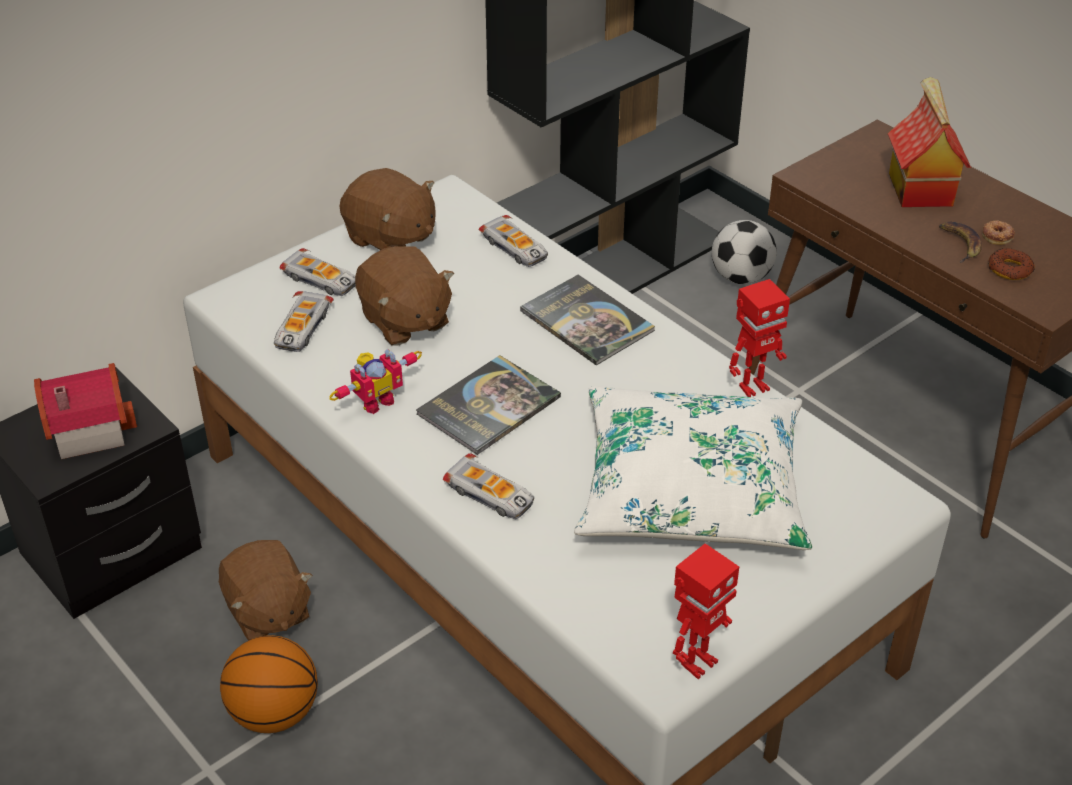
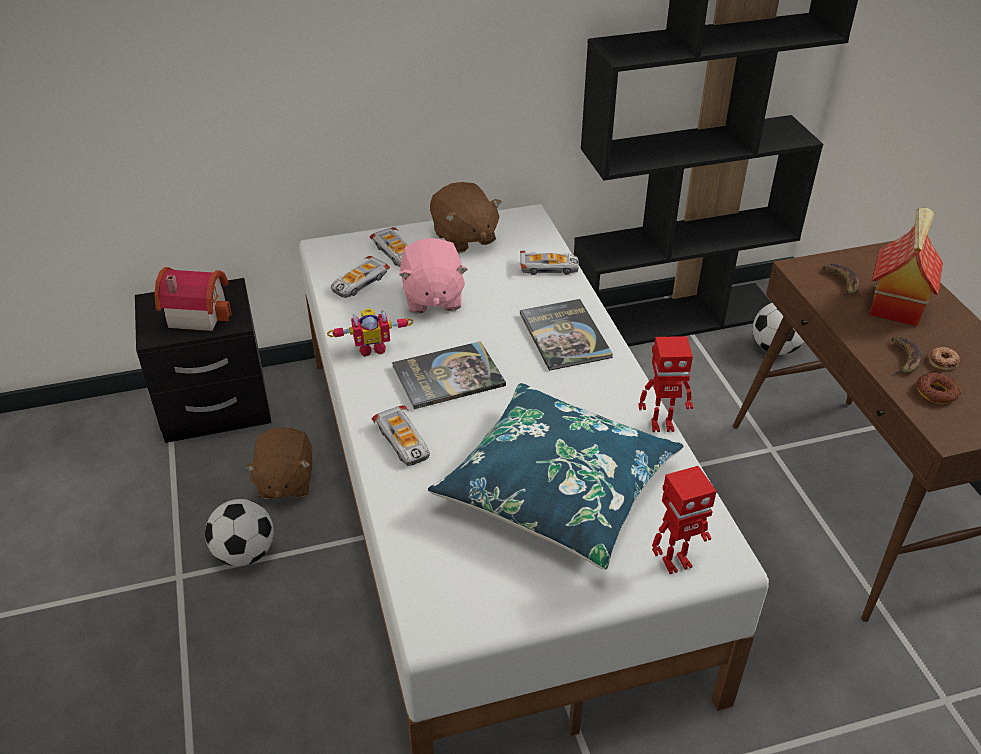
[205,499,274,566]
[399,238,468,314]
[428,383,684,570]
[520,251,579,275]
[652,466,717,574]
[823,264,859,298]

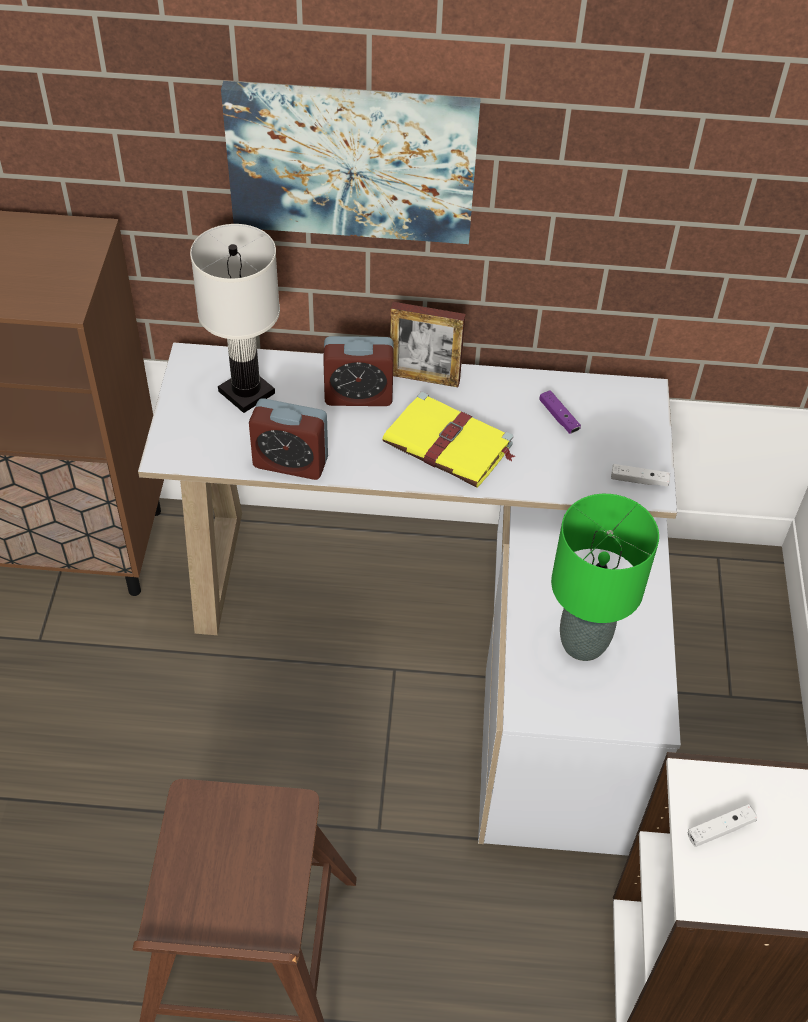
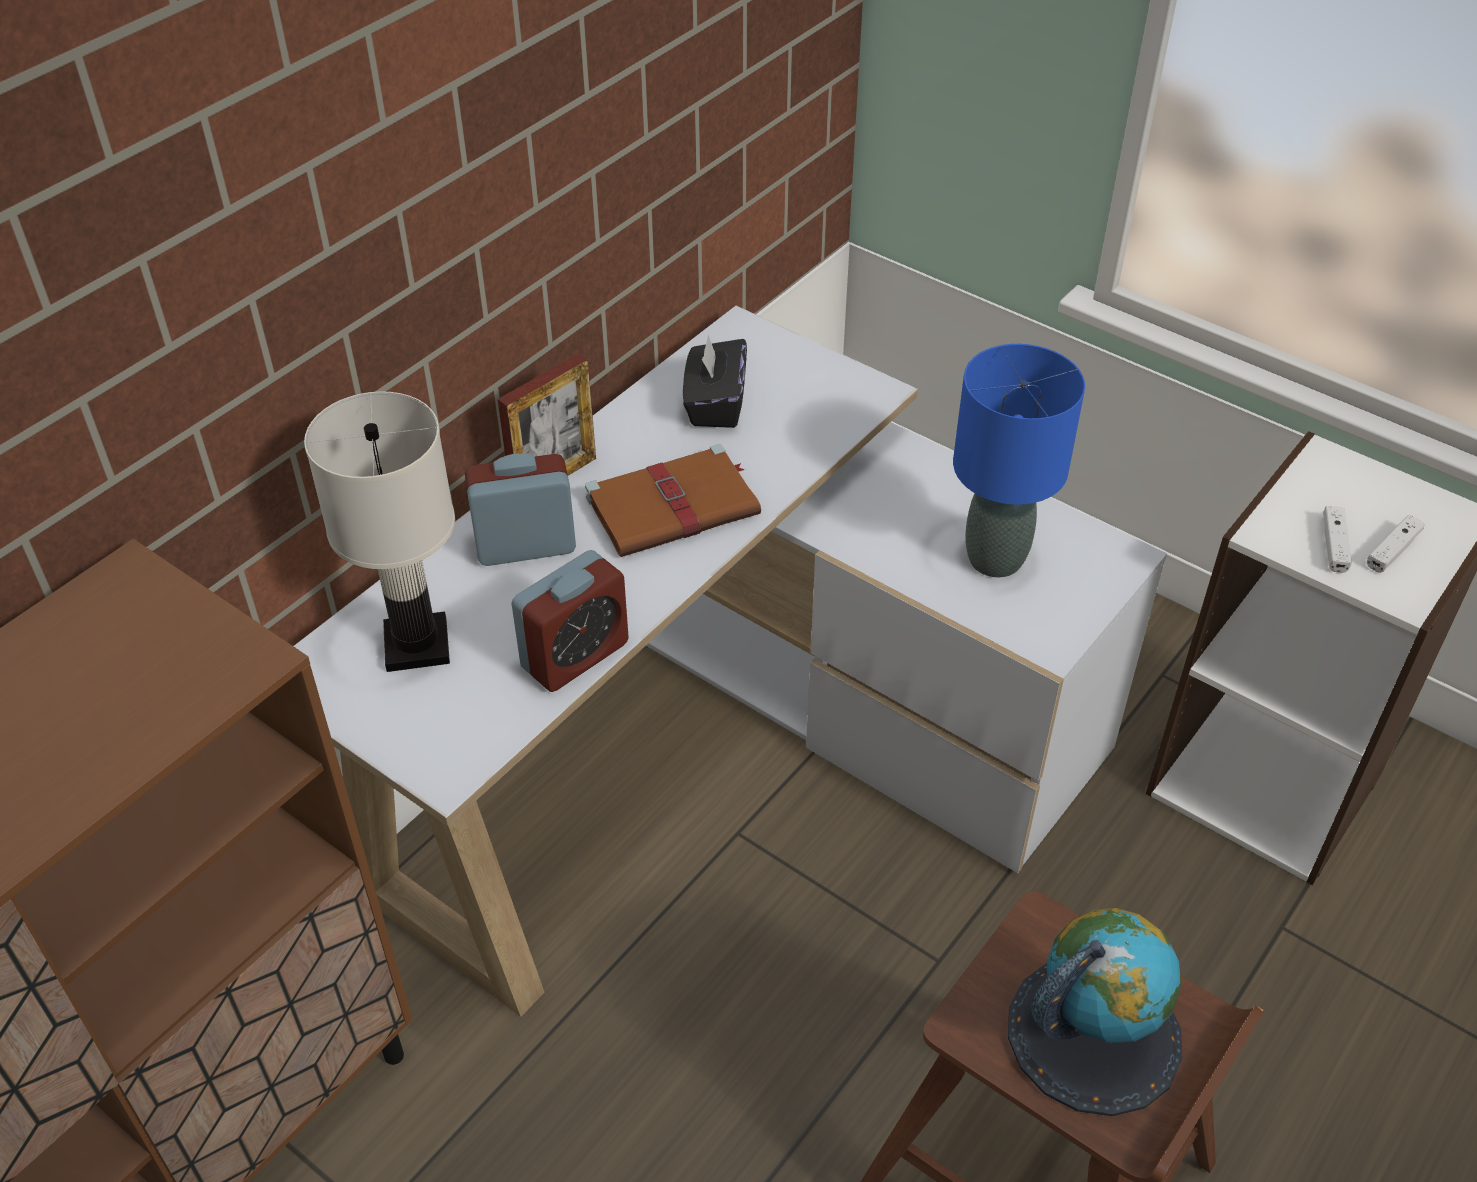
[465,454,576,566]
[585,444,761,557]
[683,335,747,428]
[953,344,1085,577]
[1008,908,1183,1116]
[1366,515,1425,573]
[221,81,481,244] (first image)

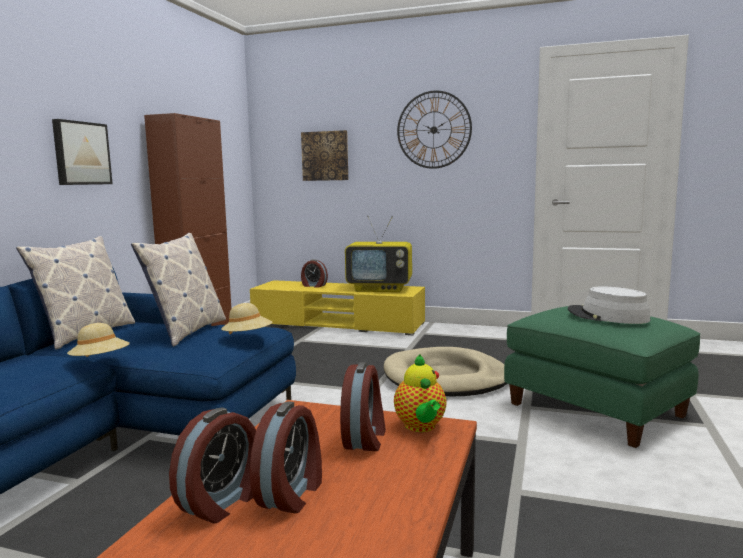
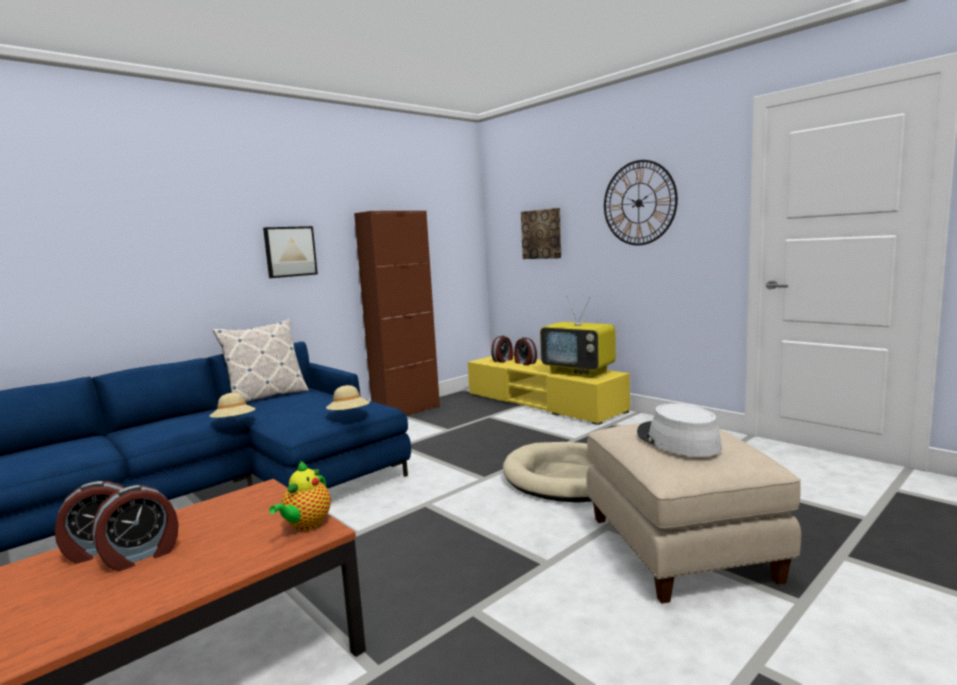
[491,335,513,363]
[586,423,801,603]
[131,233,226,347] (first image)

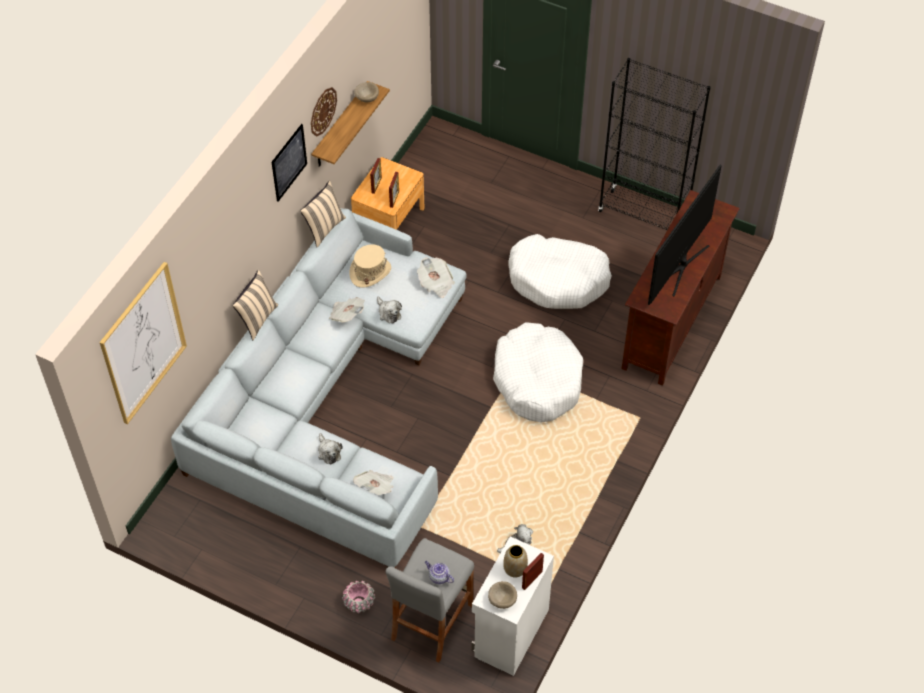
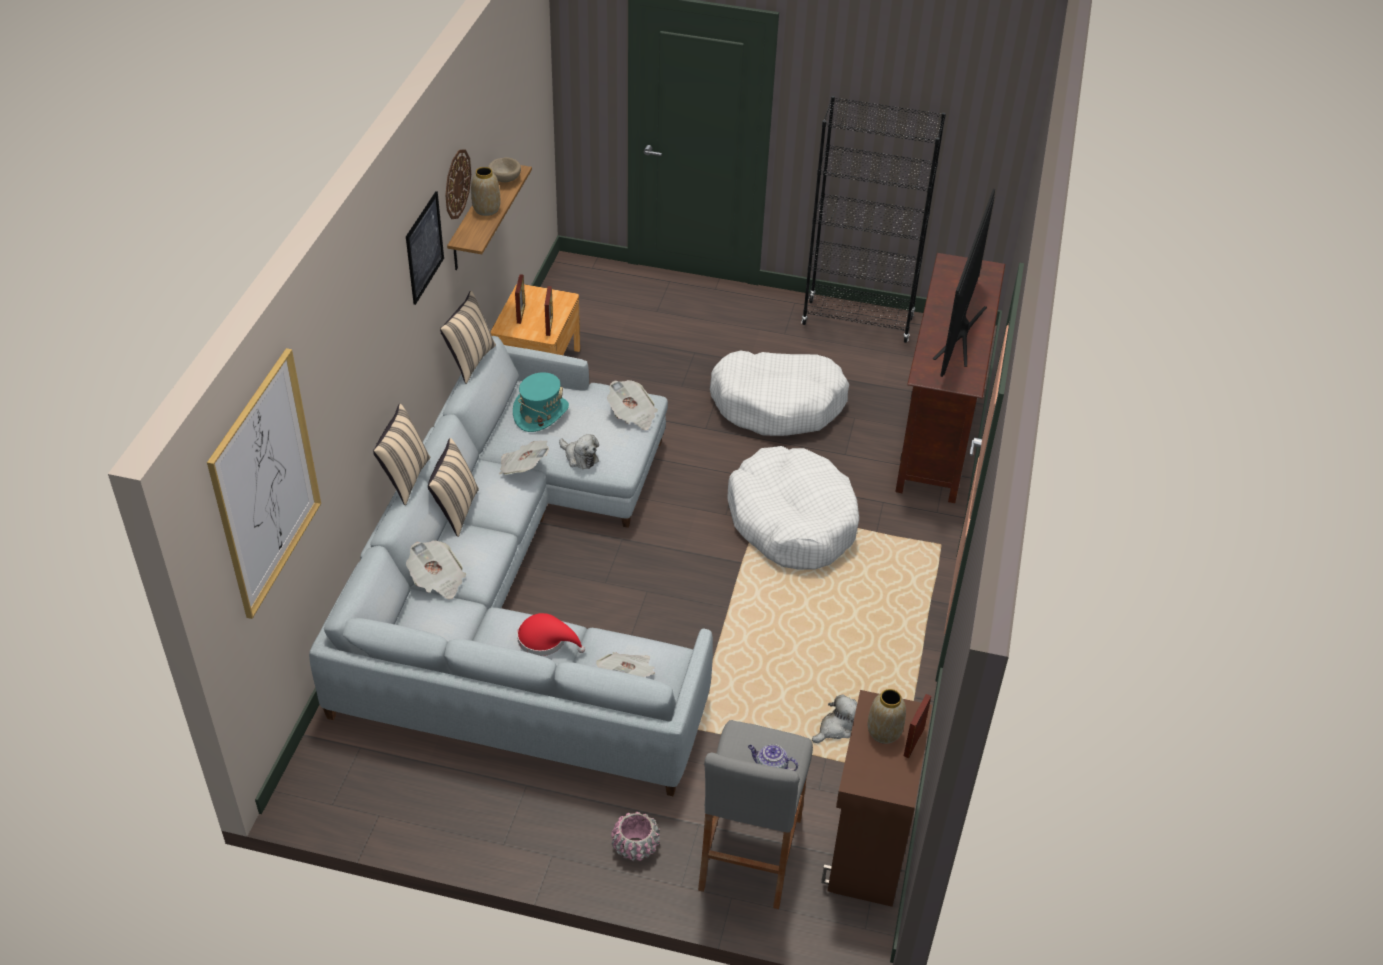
[406,541,466,599]
[428,438,479,537]
[471,167,500,216]
[513,372,569,432]
[517,613,585,656]
[821,690,932,907]
[488,581,517,609] (first image)

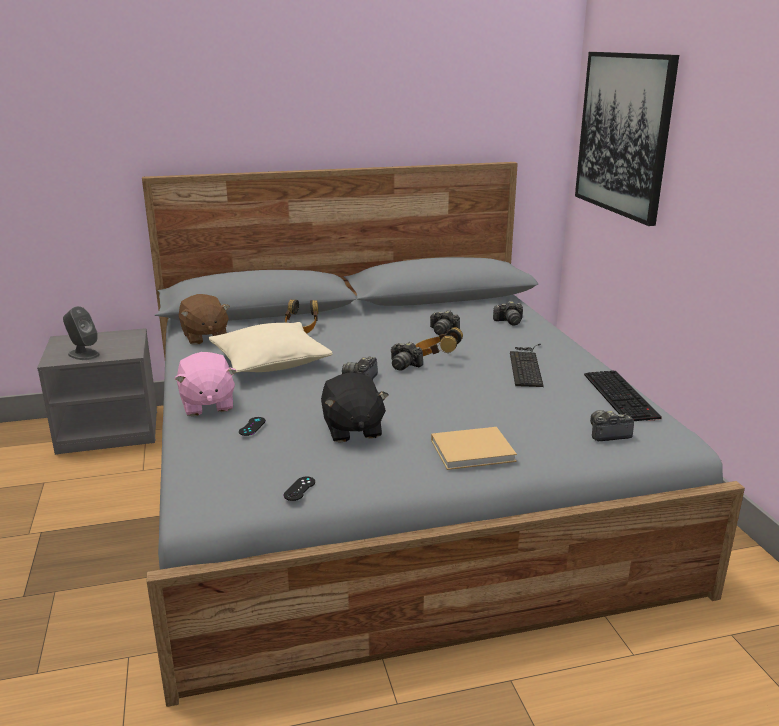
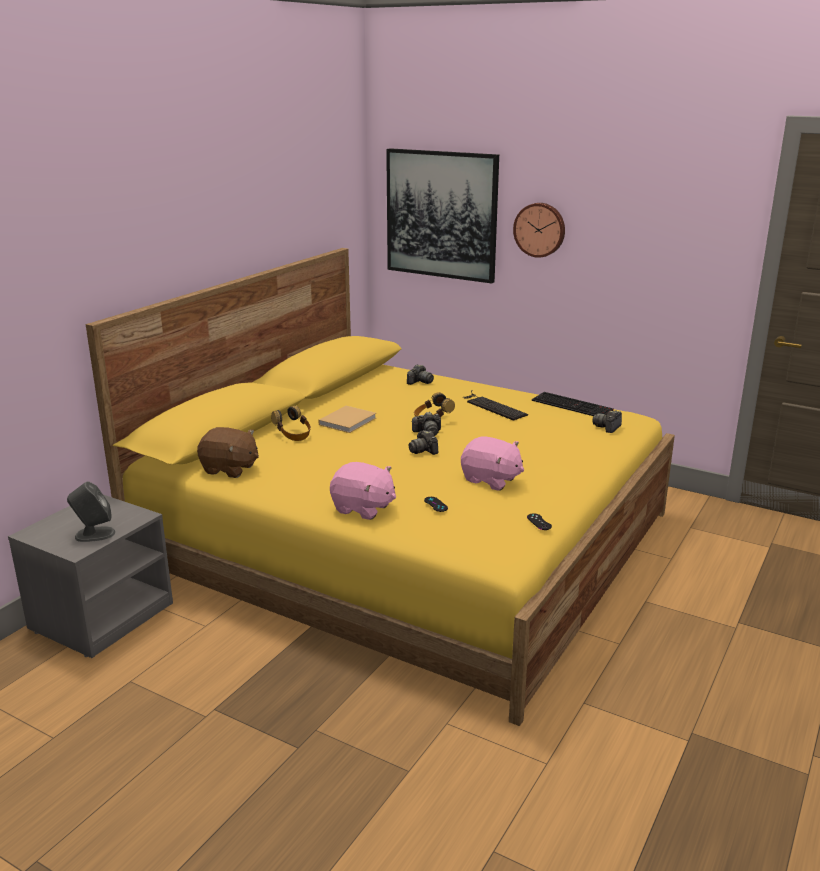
[86,248,675,726]
[319,406,376,433]
[461,436,524,491]
[513,203,565,258]
[208,322,333,373] (first image)
[430,310,460,335] (first image)

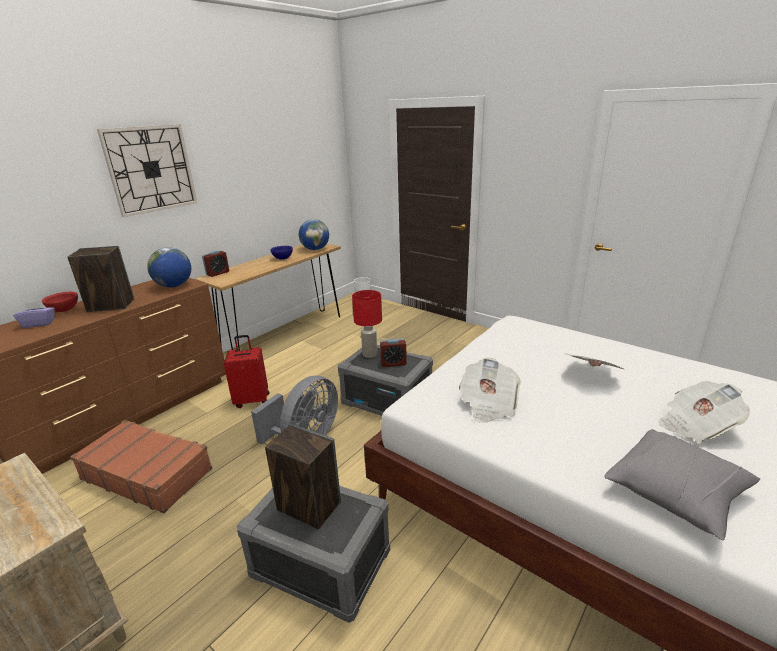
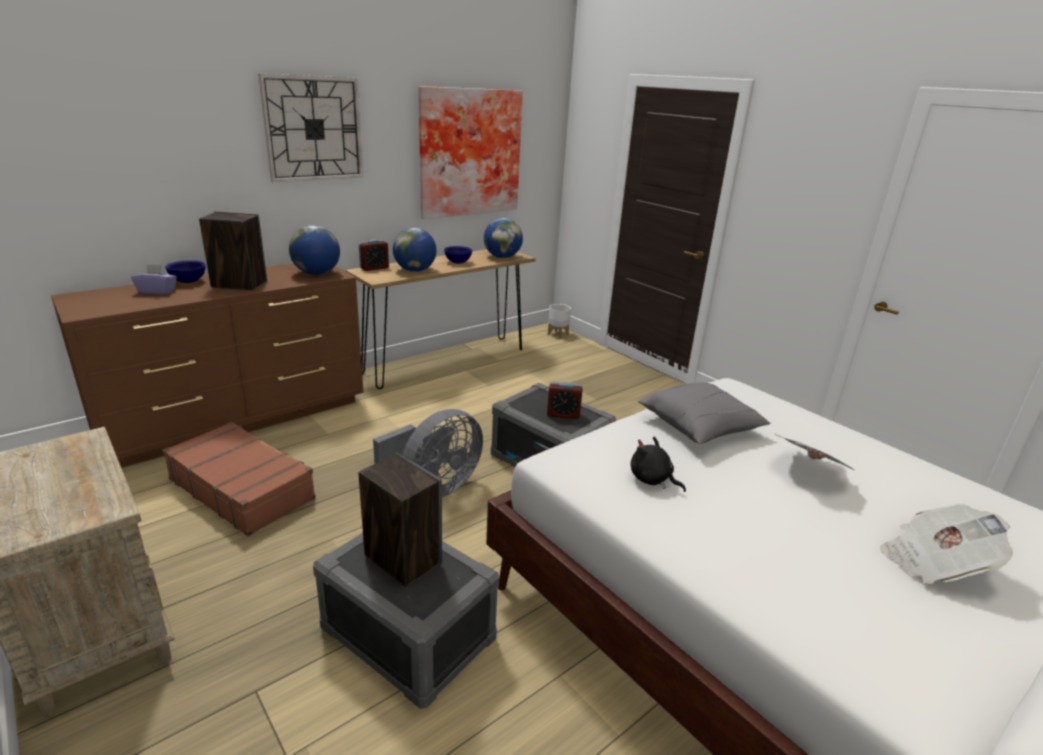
[165,260,206,283]
[393,228,436,272]
[419,86,523,219]
[631,437,686,492]
[638,382,770,443]
[224,335,269,408] (first image)
[352,290,382,358] (first image)

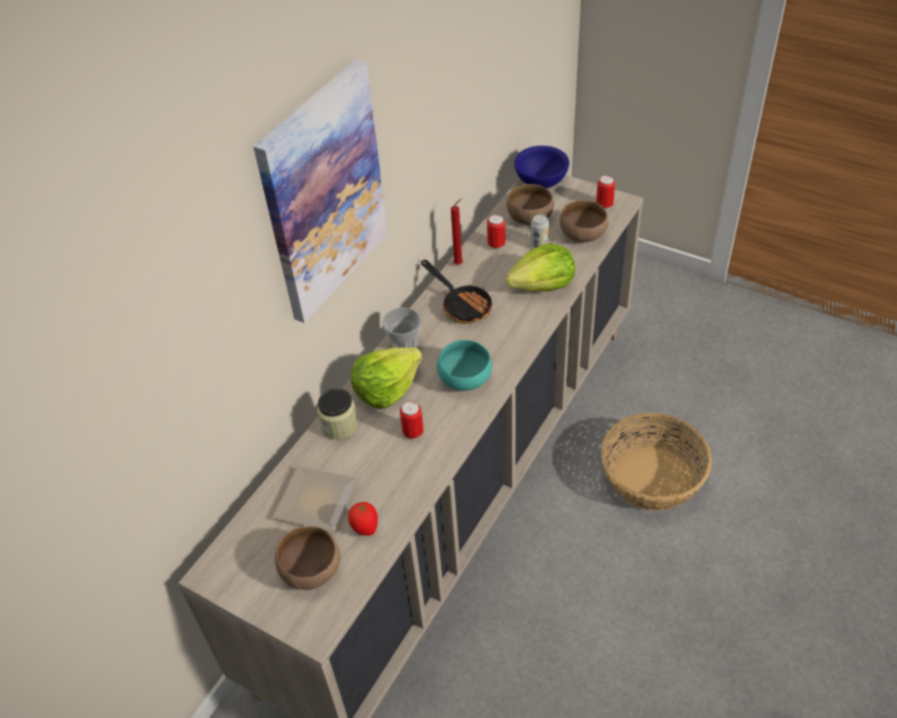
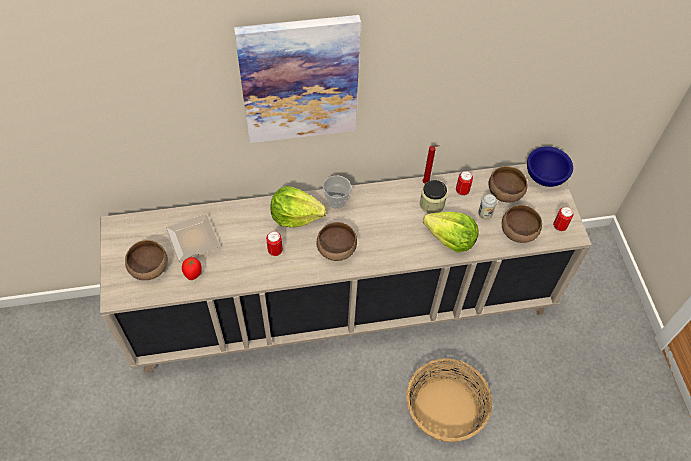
[316,222,357,261]
[420,180,447,214]
[421,260,493,324] (first image)

